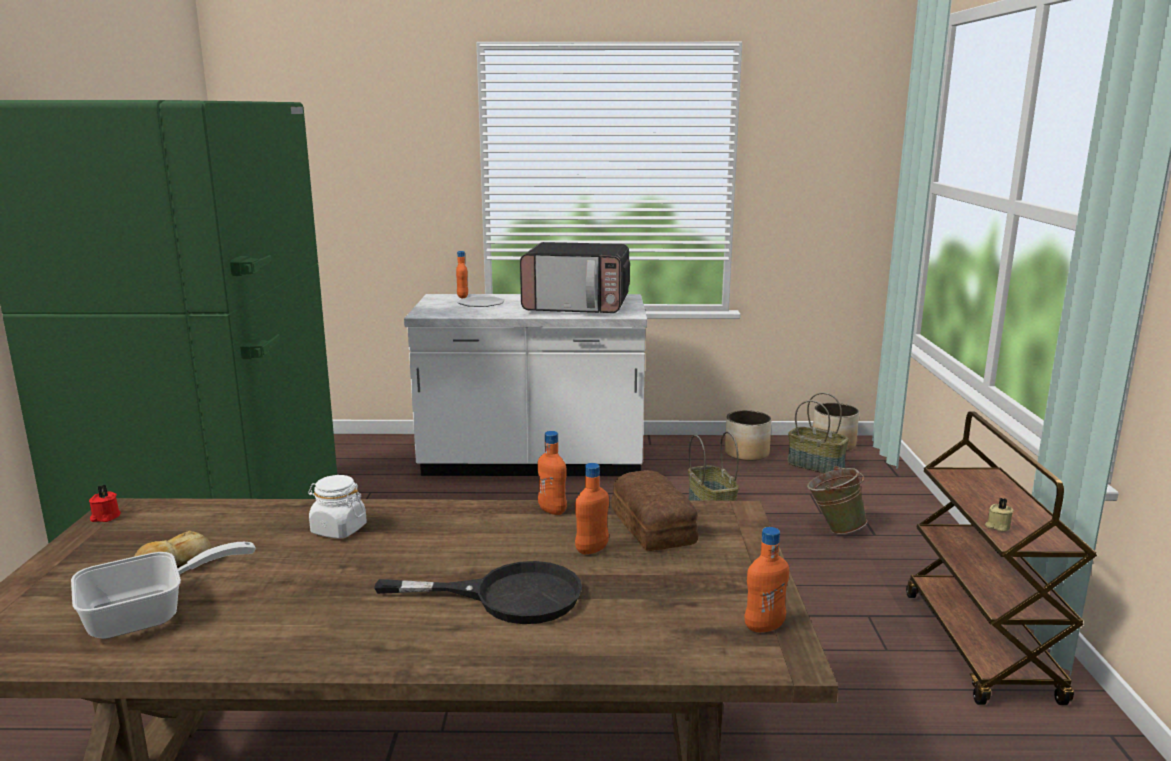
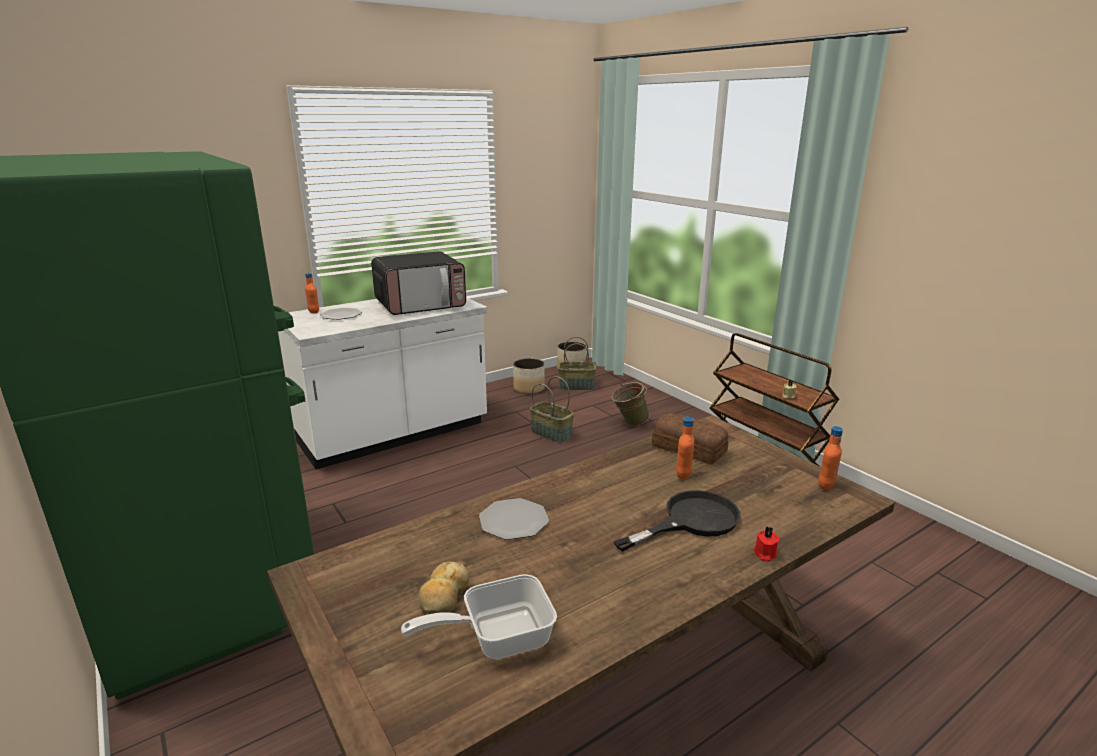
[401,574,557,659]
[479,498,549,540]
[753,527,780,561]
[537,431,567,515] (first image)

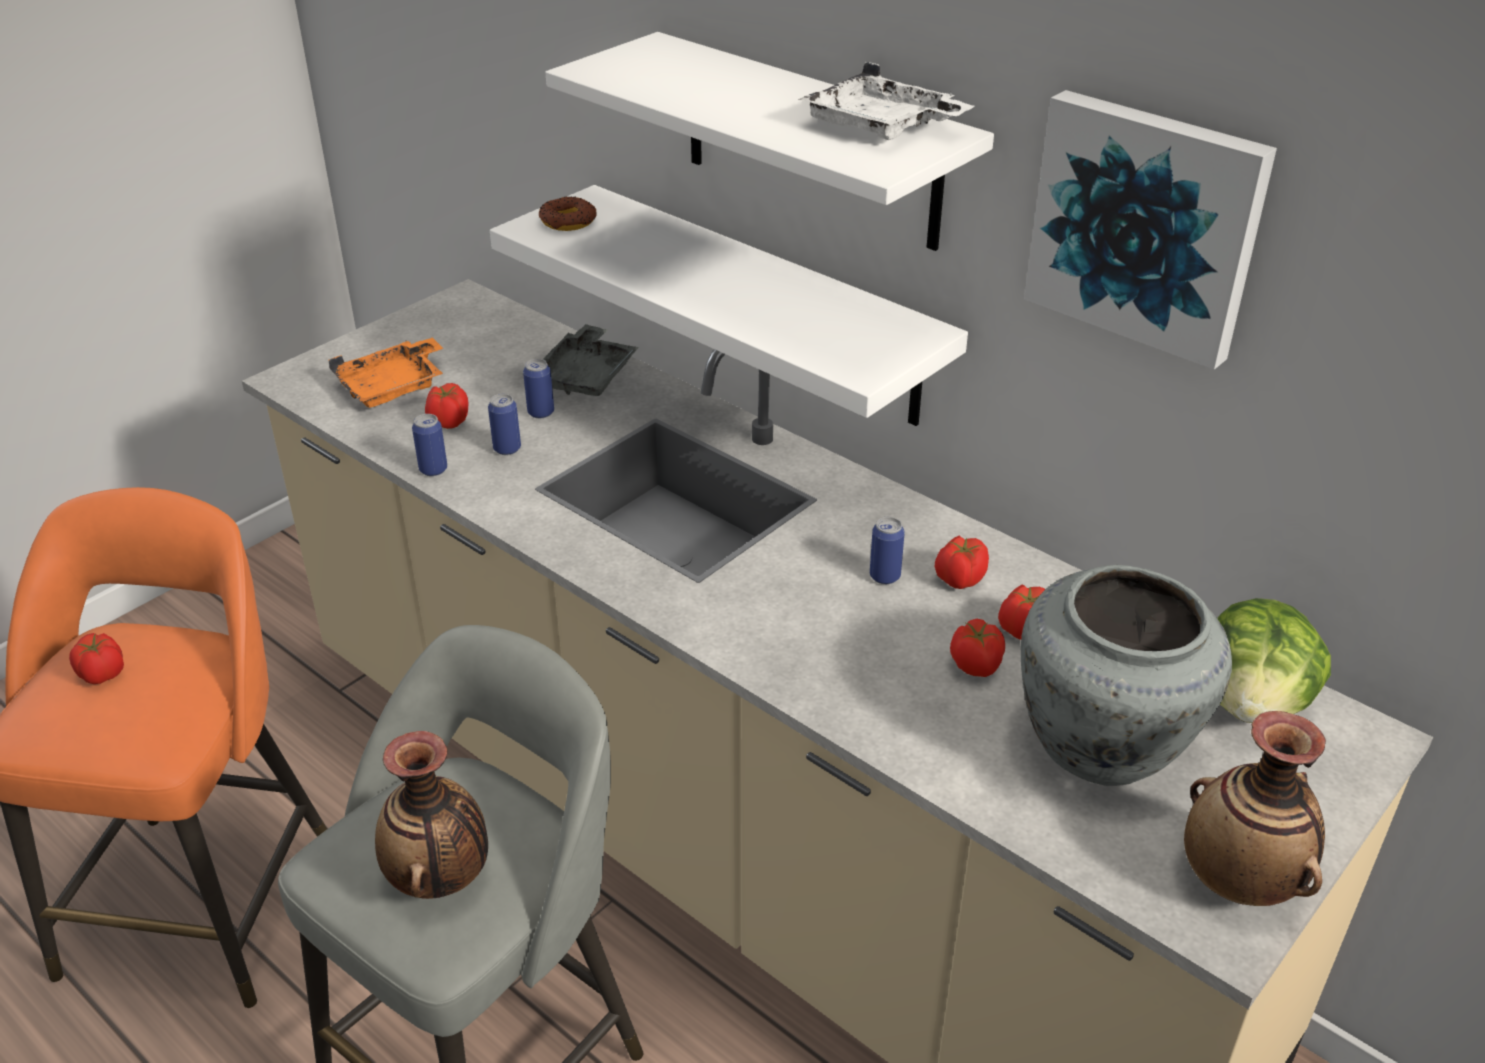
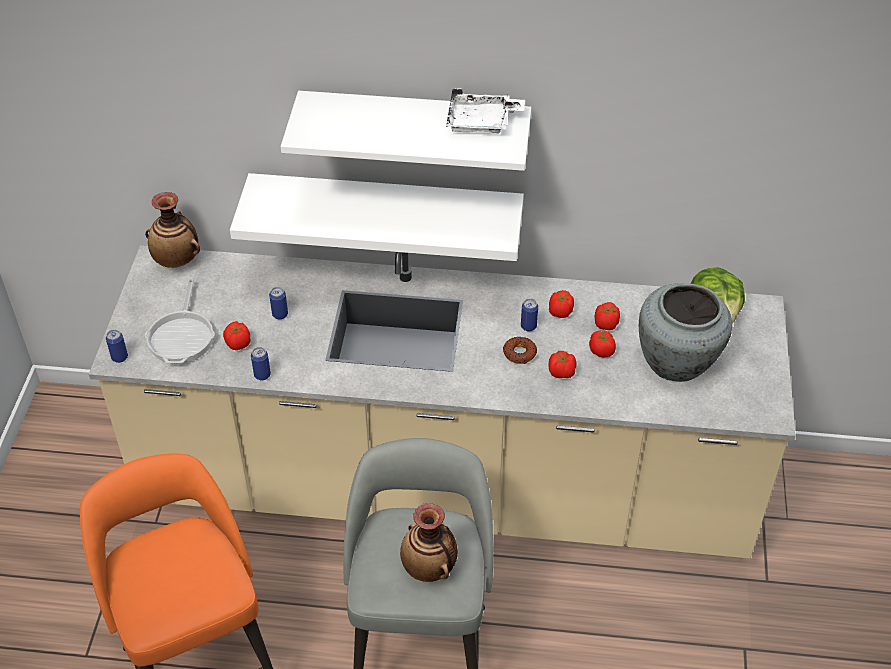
[106,329,128,363]
[145,192,200,268]
[145,279,215,364]
[503,337,537,364]
[548,351,577,378]
[543,324,639,396] (first image)
[1024,90,1277,370] (first image)

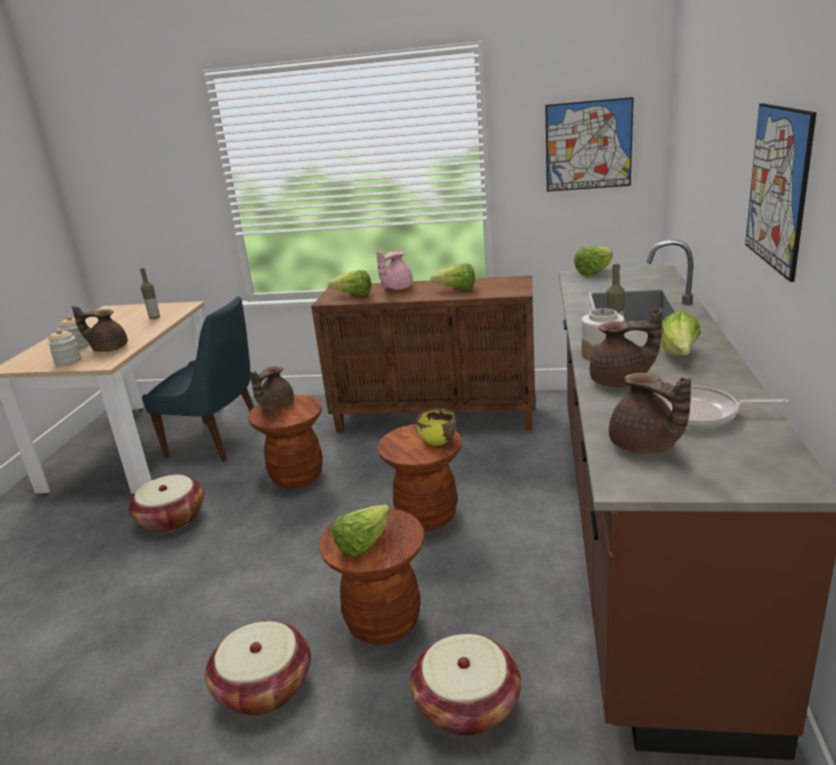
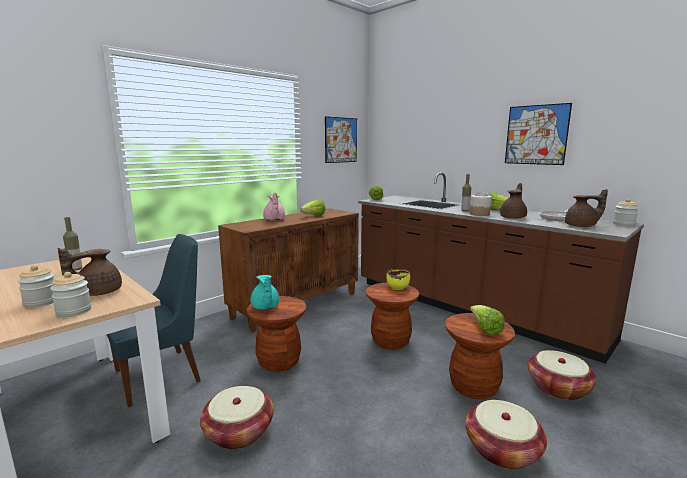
[251,275,279,310]
[613,199,639,226]
[328,270,371,296] (first image)

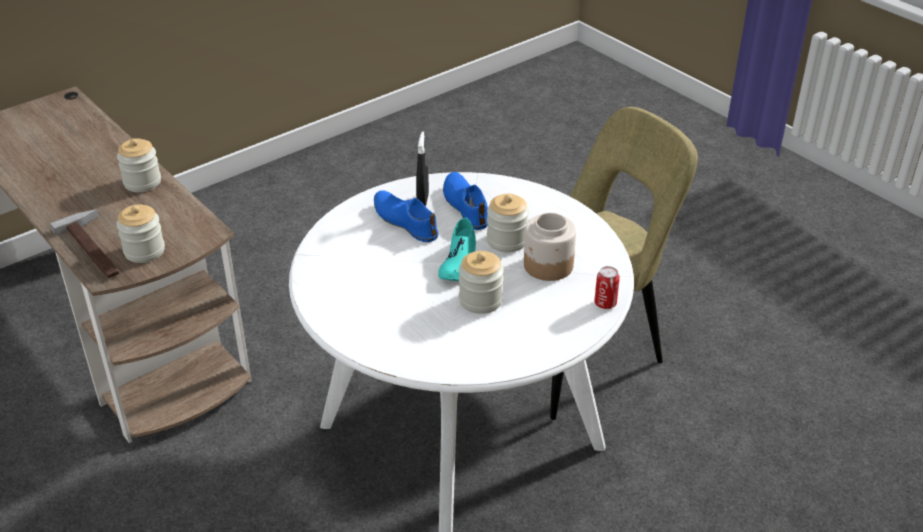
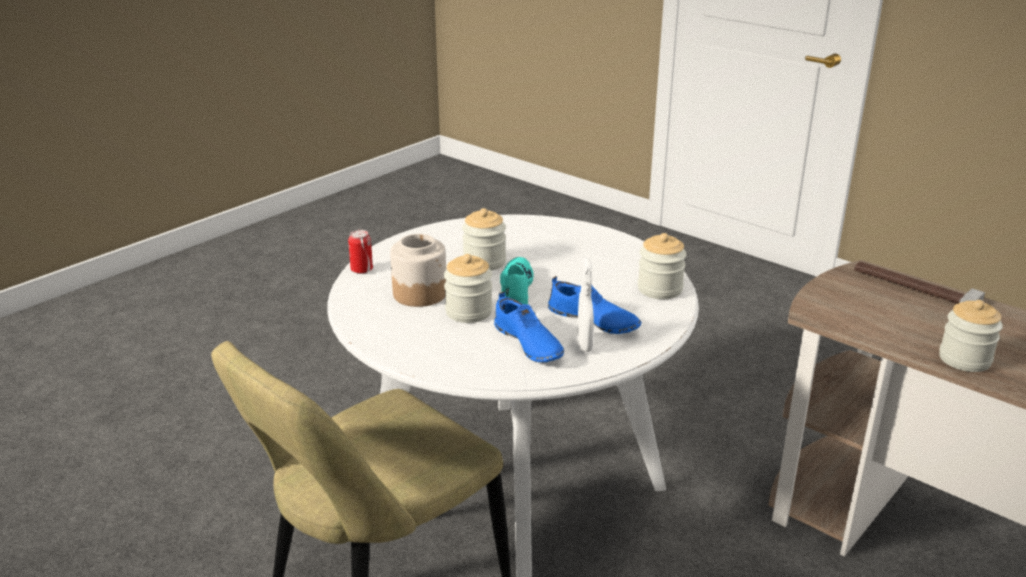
[577,257,594,352]
[638,233,686,299]

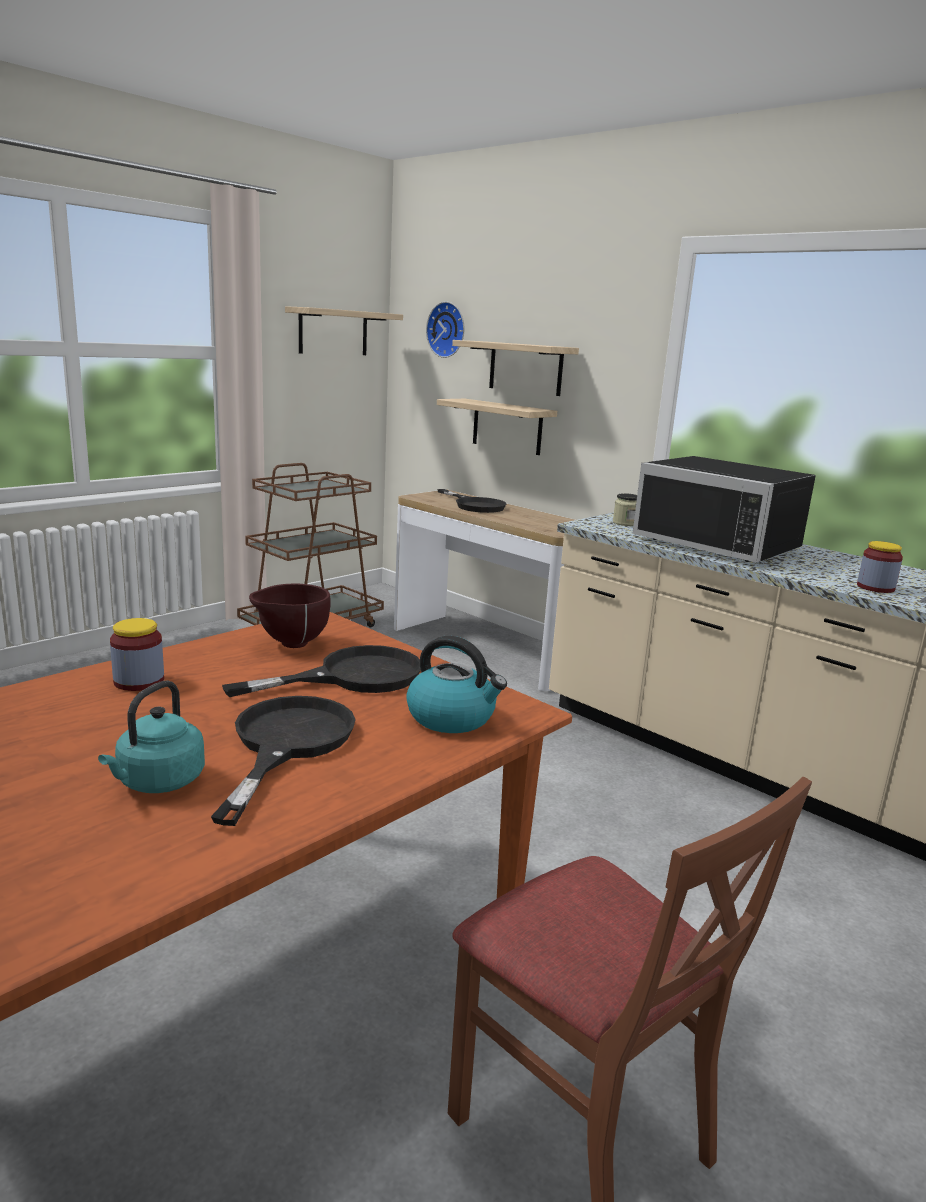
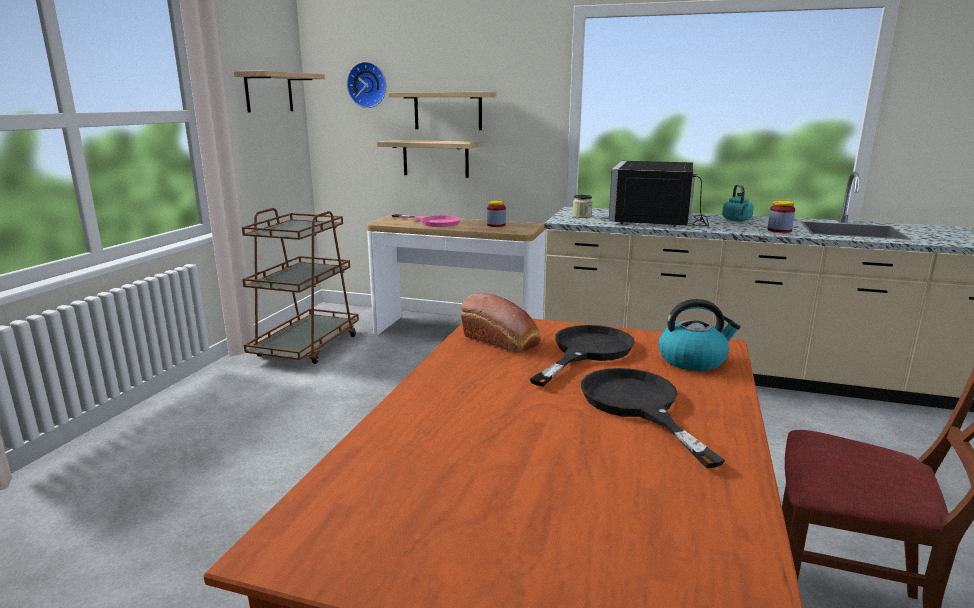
[392,214,461,227]
[461,293,541,353]
[487,201,506,227]
[609,161,709,227]
[722,184,754,222]

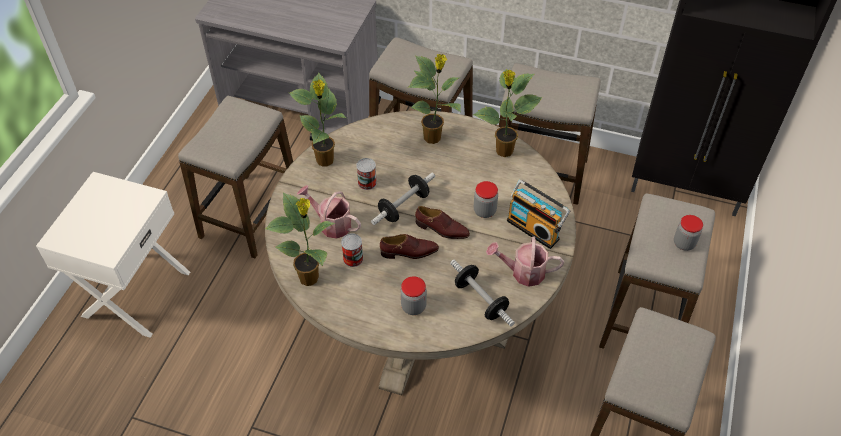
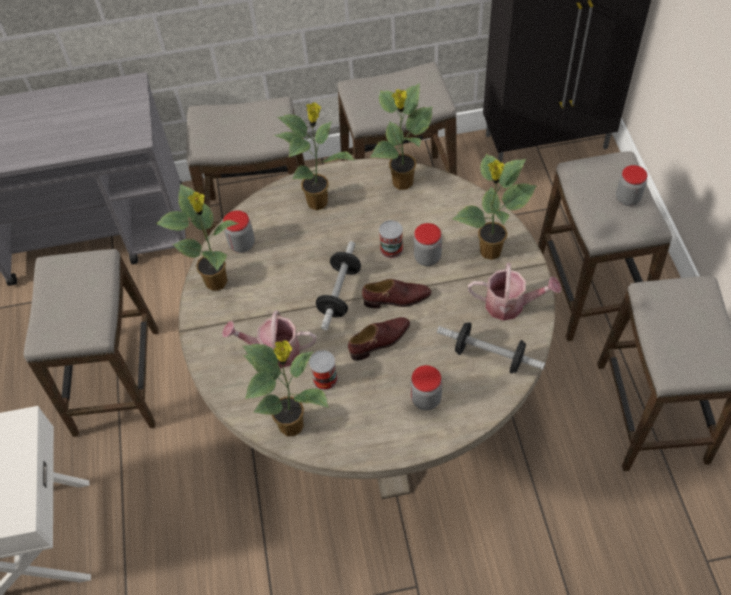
[223,210,255,253]
[379,220,403,258]
[452,154,537,260]
[468,263,561,321]

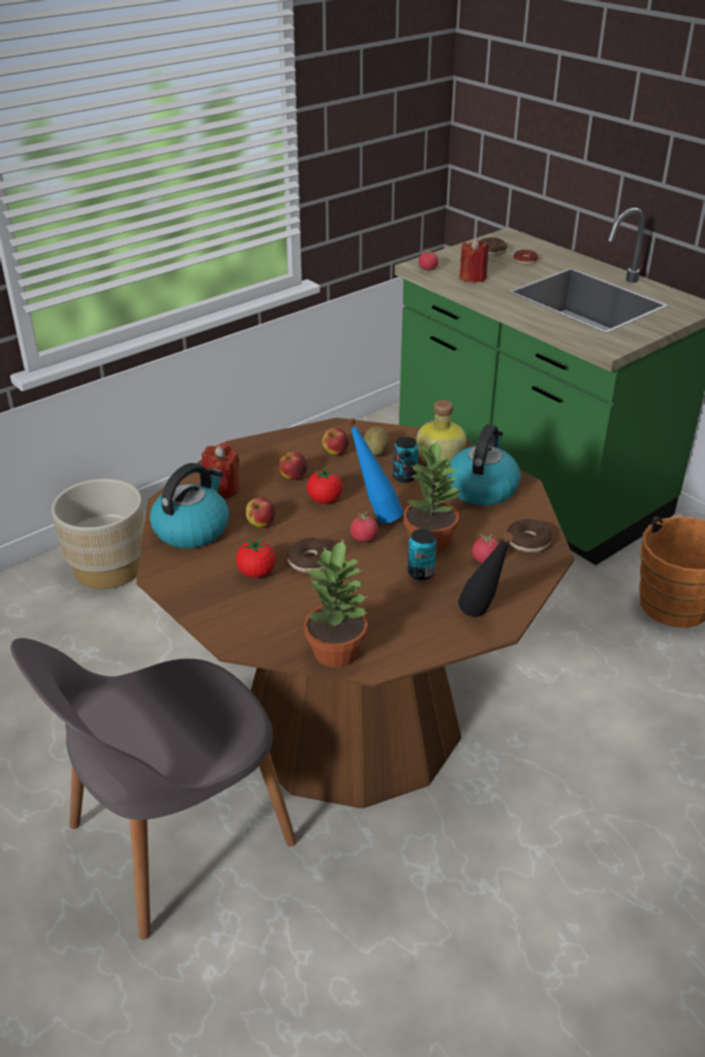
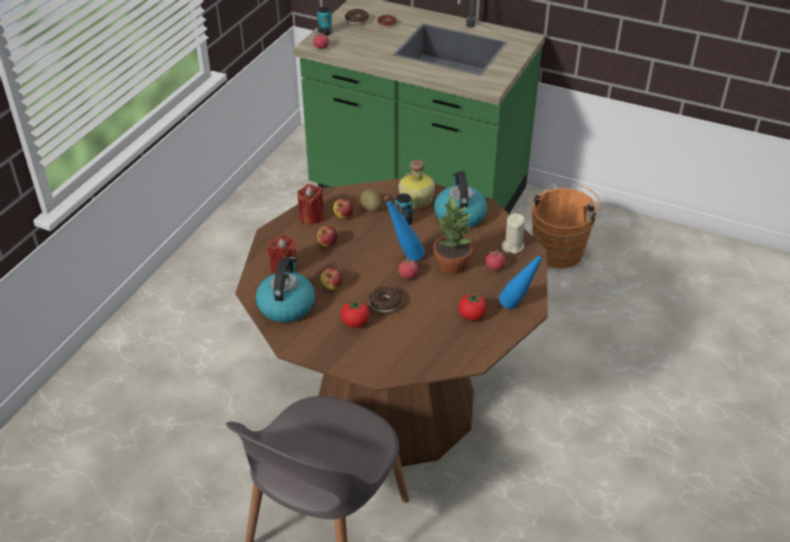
[297,184,324,224]
[317,7,332,35]
[458,292,487,321]
[499,251,546,309]
[502,213,525,254]
[51,479,145,589] (first image)
[304,539,368,668] (first image)

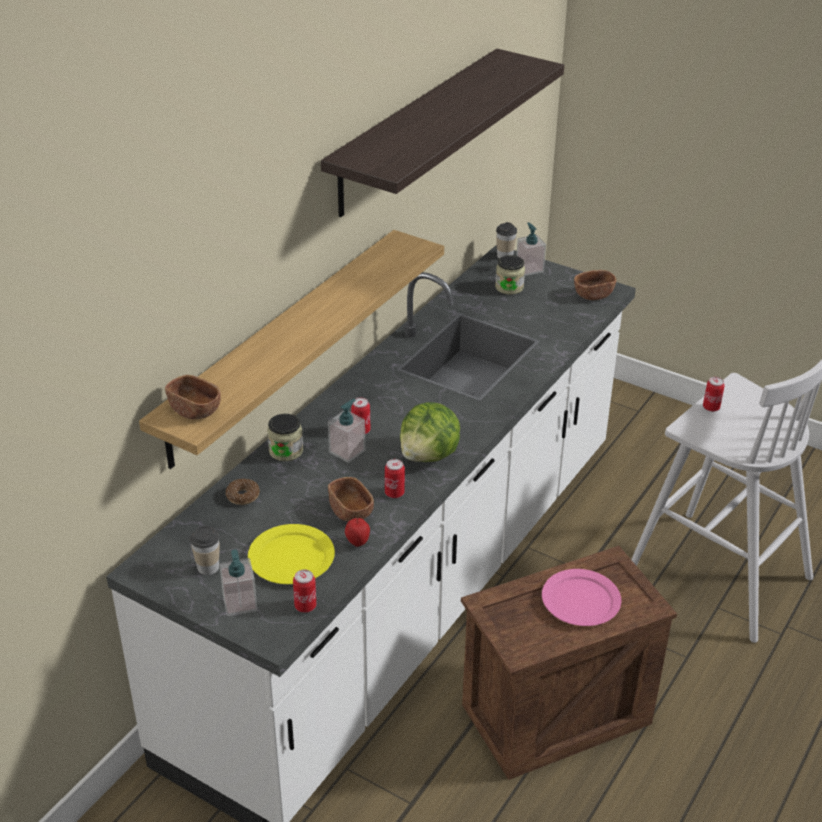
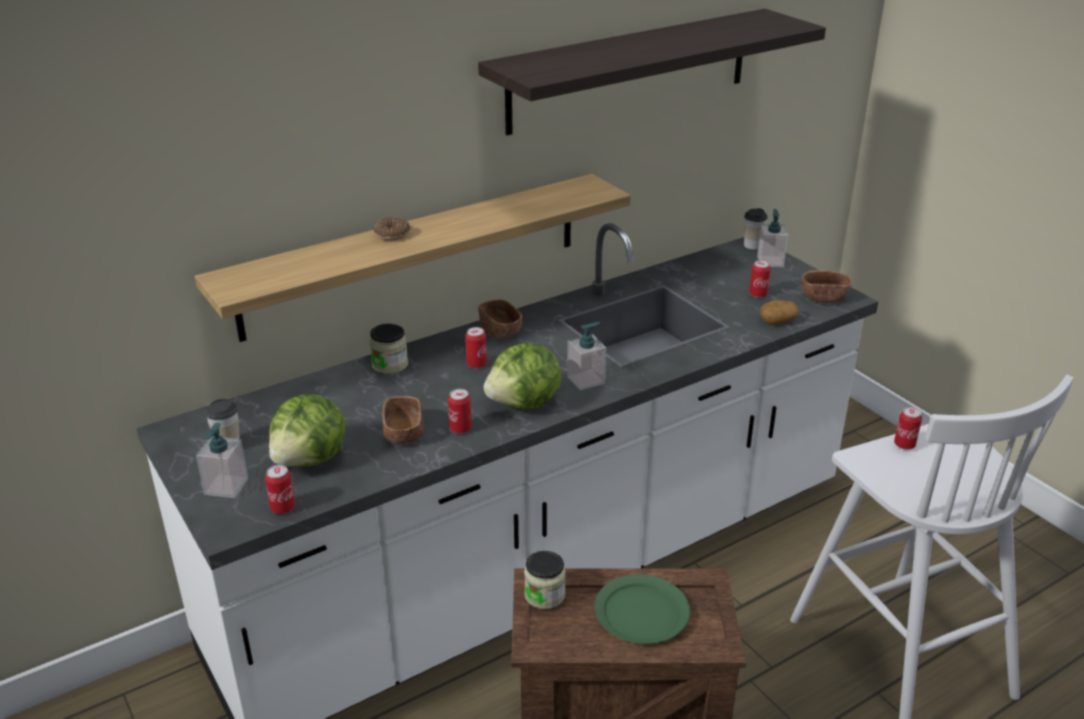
[269,394,346,467]
[374,217,410,241]
[478,300,522,338]
[524,551,566,609]
[567,322,606,390]
[594,574,690,644]
[749,260,771,298]
[760,300,799,325]
[345,518,370,547] (first image)

